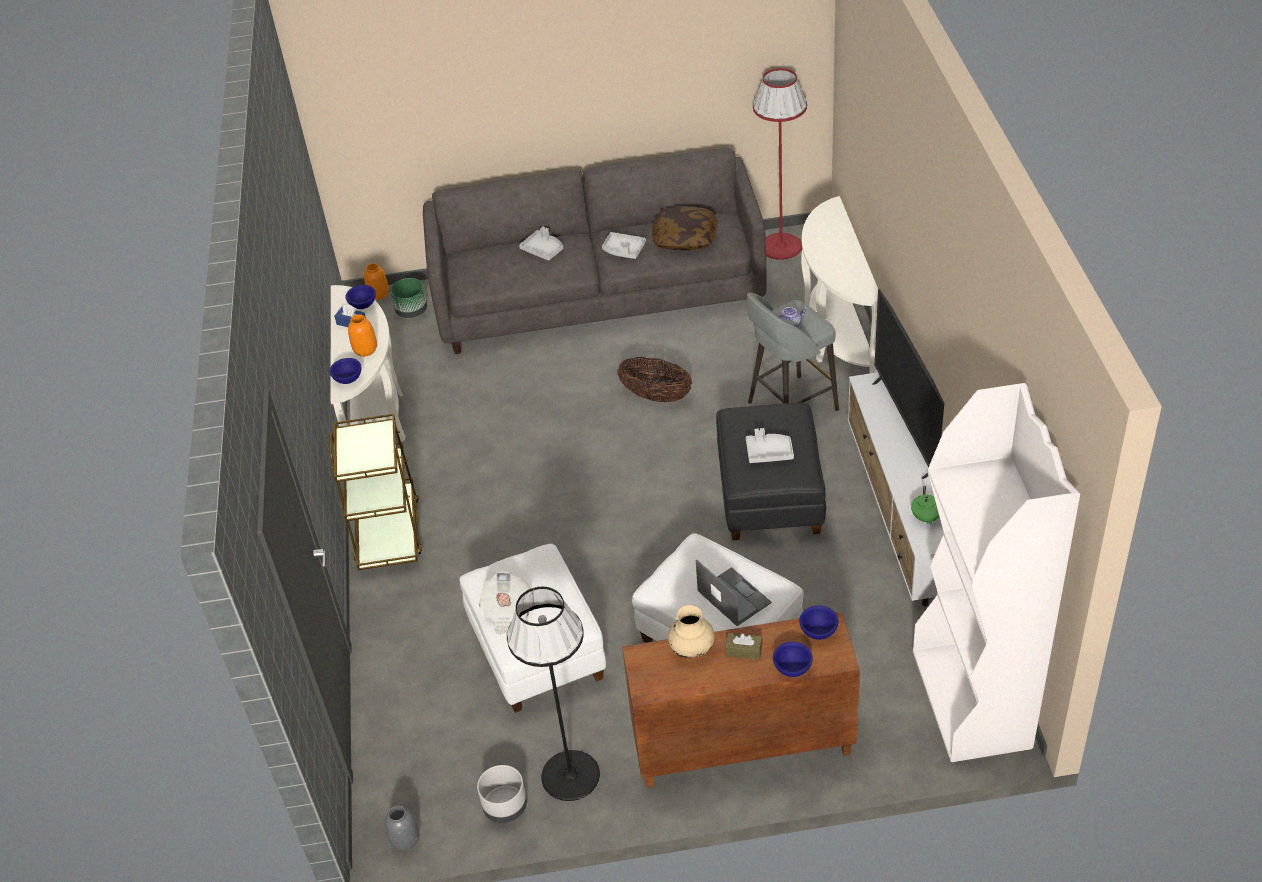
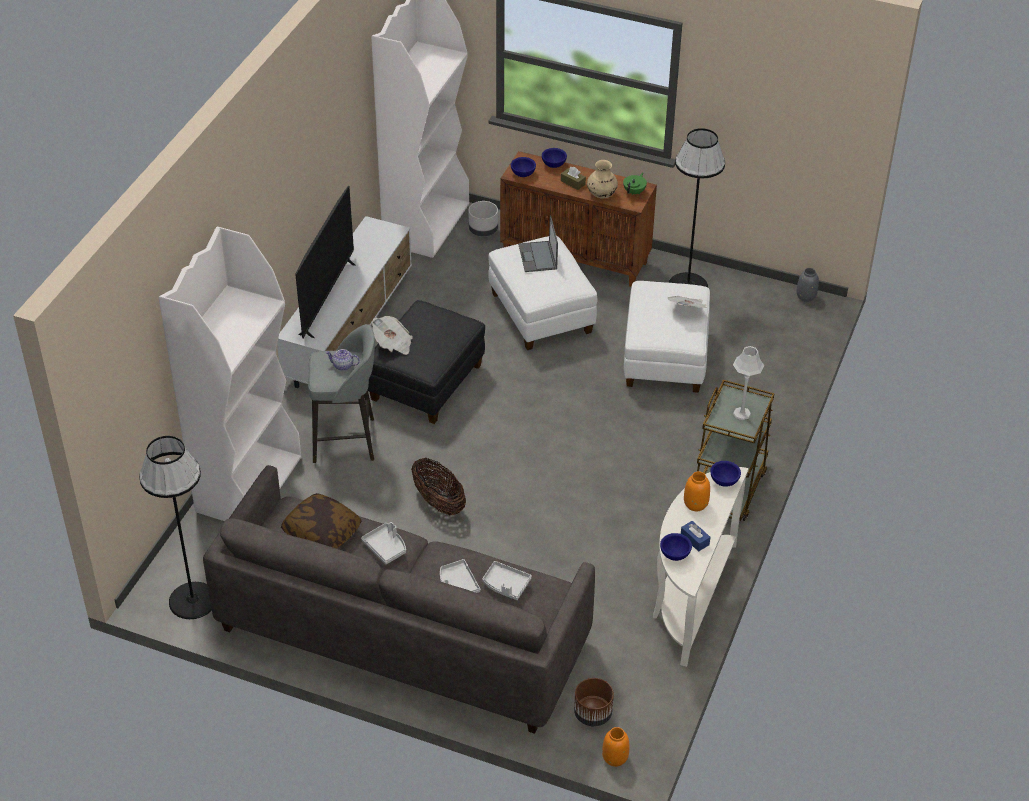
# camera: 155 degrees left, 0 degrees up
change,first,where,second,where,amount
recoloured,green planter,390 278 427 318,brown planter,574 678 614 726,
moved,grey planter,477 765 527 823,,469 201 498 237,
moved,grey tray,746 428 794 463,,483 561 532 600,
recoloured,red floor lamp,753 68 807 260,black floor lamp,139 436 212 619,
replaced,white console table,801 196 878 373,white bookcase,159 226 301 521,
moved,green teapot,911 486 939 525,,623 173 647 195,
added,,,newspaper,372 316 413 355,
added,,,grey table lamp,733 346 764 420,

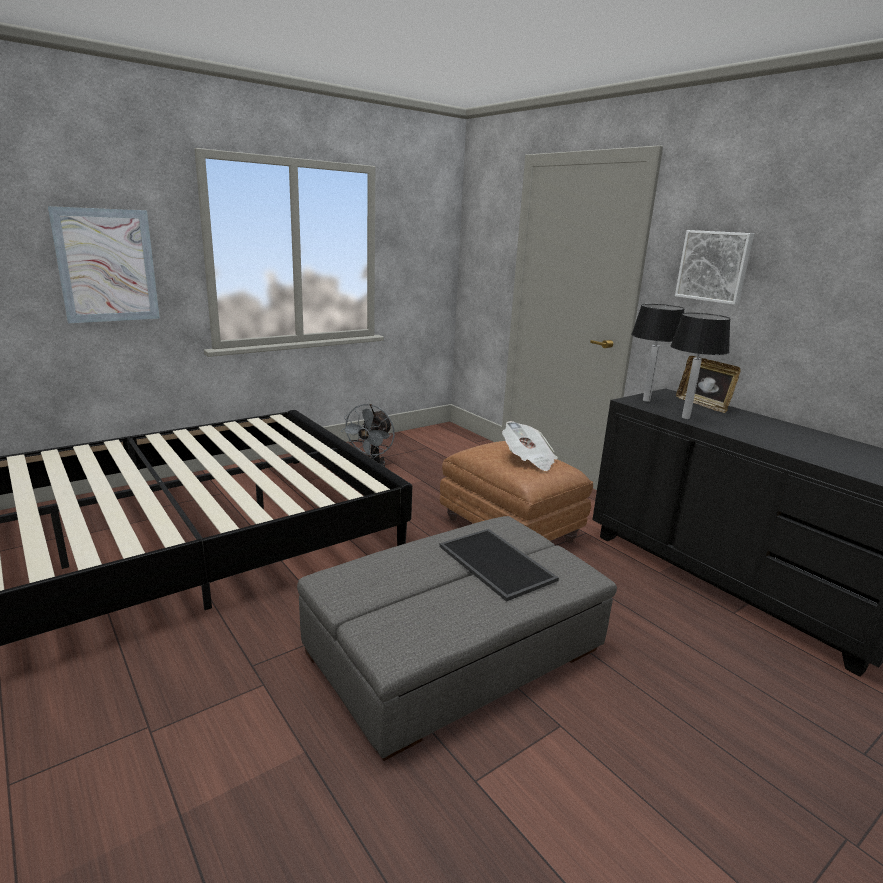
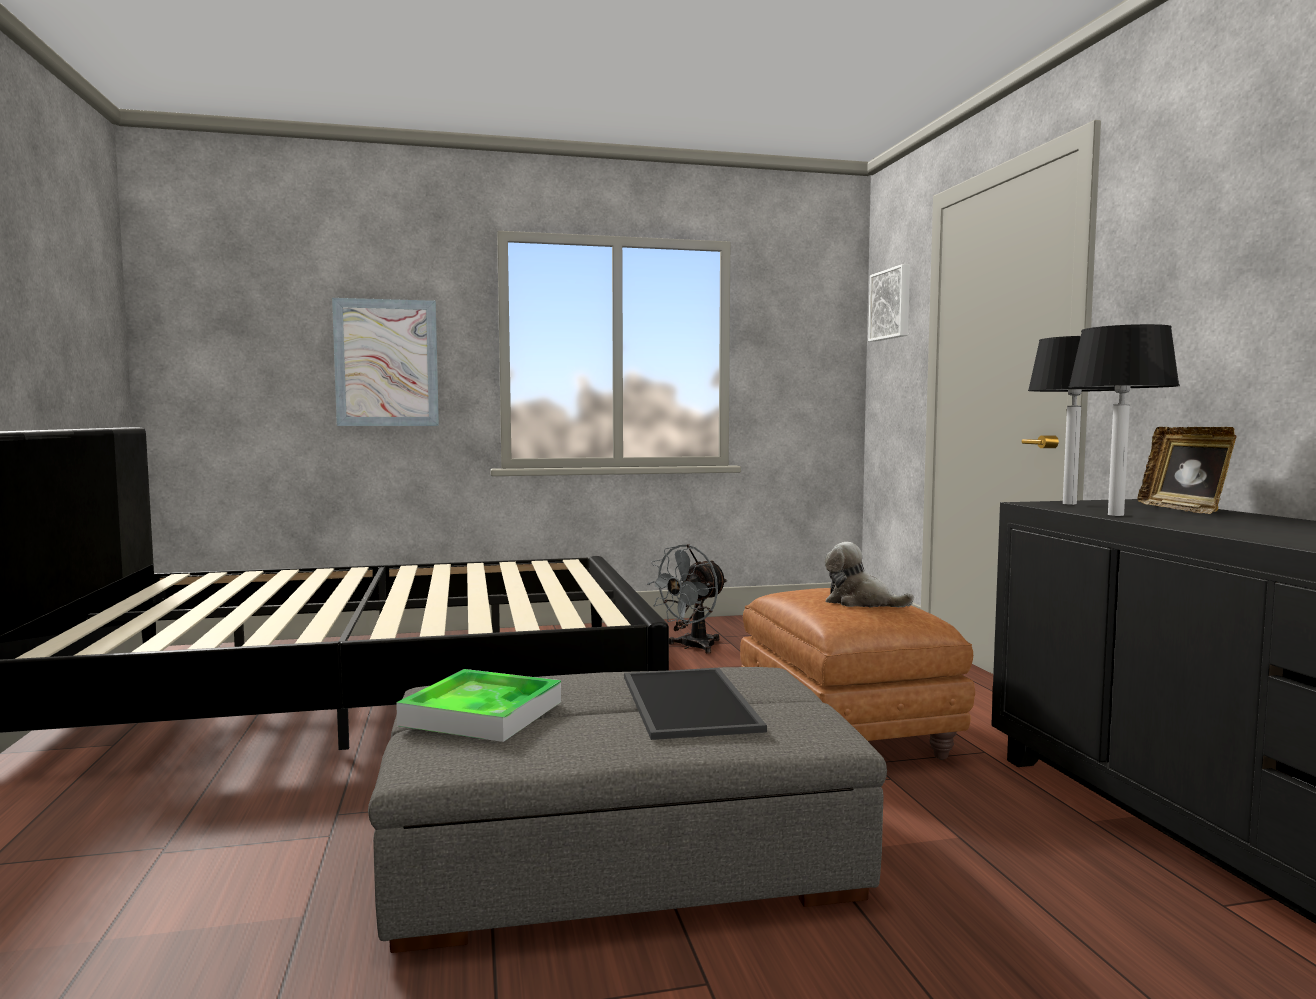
# camera: 25 degrees right, 15 degrees down
change,first,where,second,where,amount
replaced,newspaper,502 421 558 471,plush toy,824 542 914 607,
moved,picture,675 230 754 305,,868 264 910 342,
added,,,tray,396 669 561 742,

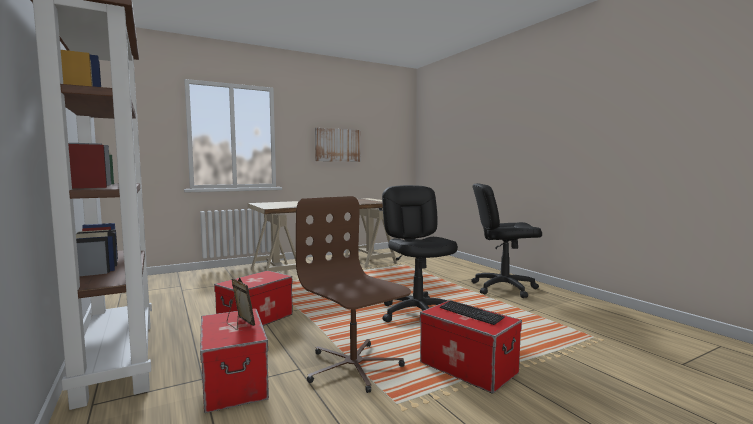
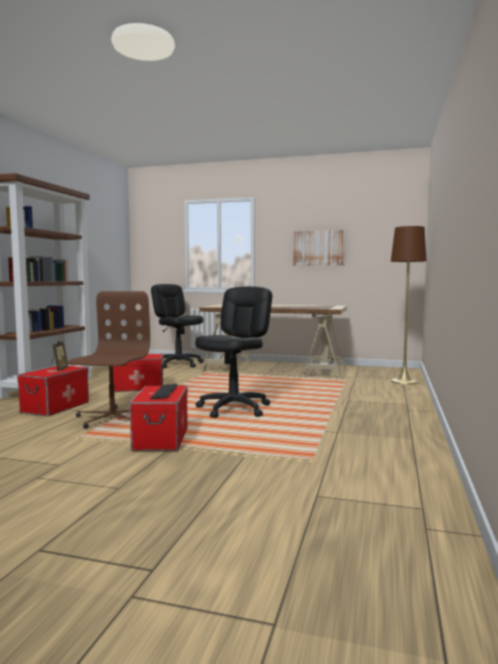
# camera: 45 degrees right, 0 degrees up
change,first,where,second,where,amount
moved,black office chair,471 183 542 298,,151 284 204 368,
added,,,brown floor lamp,391 226 427 385,

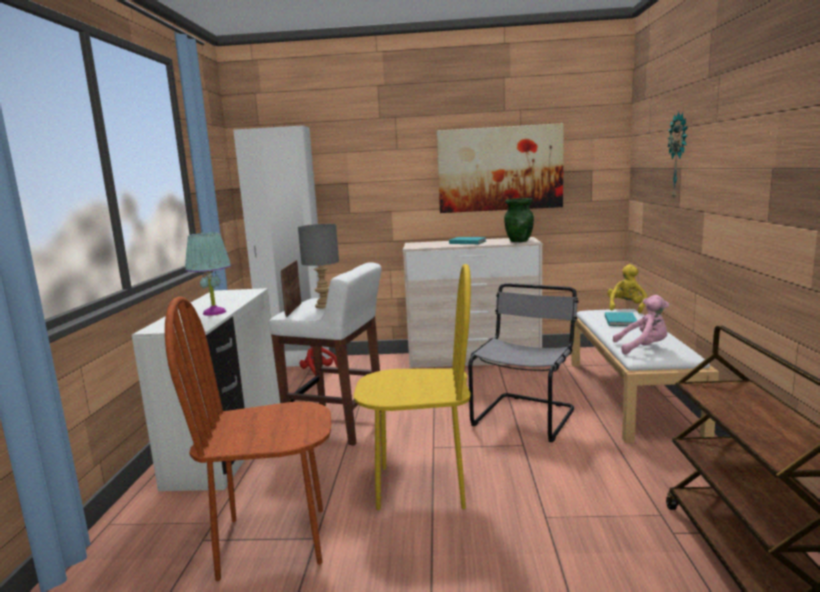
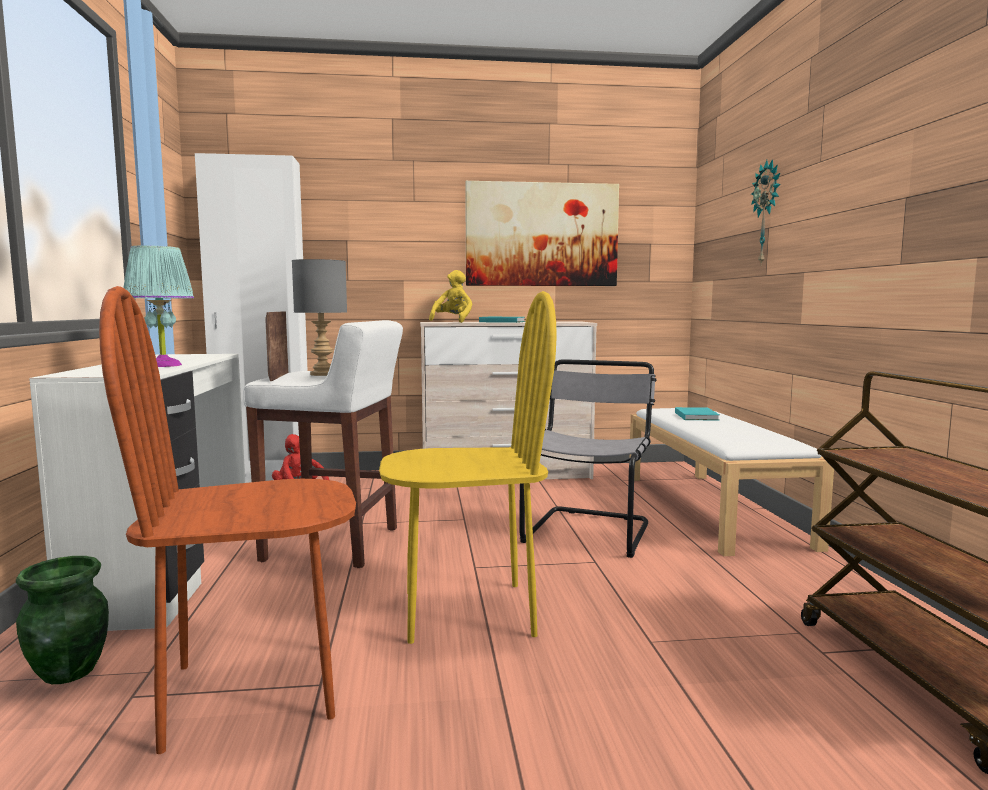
# camera: 10 degrees left, 5 degrees down
change,first,where,second,where,amount
moved,green vase,504 198 534 242,,16 556 109 684,
moved,yellow plush toy,607 264 647 313,,429 270 473 323,
removed,pink plush toy,613 295 669 355,,,

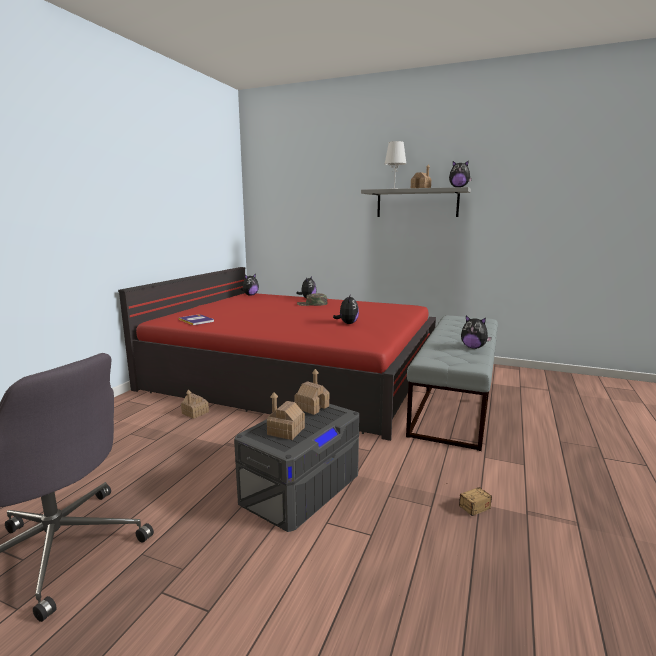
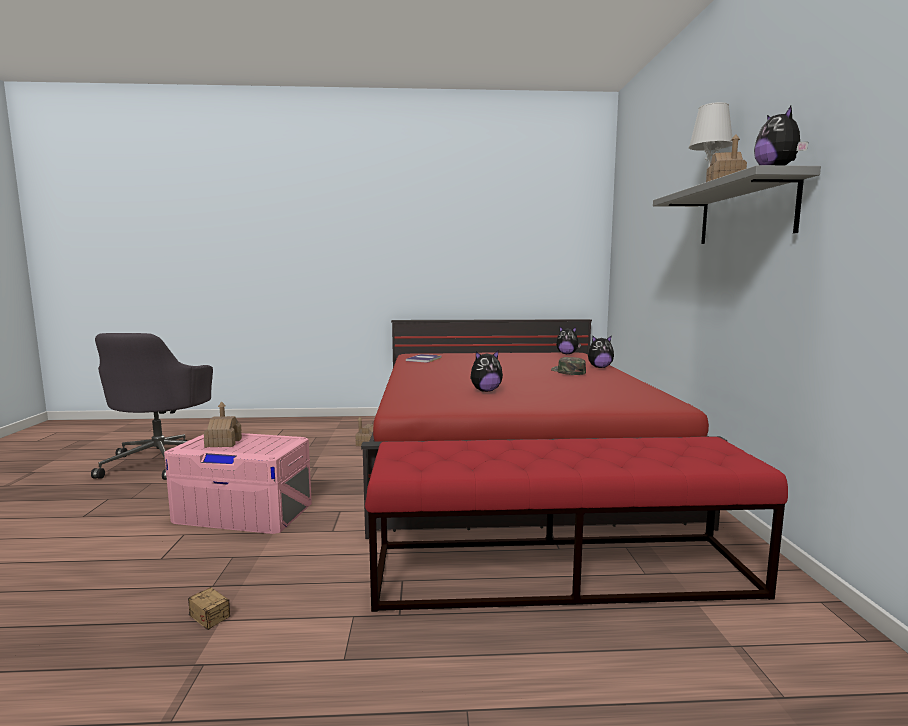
# camera: 65 degrees right, 5 degrees down
change,first,where,second,where,amount
recoloured,grey storage box,234 404 359 532,pink storage box,164 433 312 534,
removed,toy house,294 369 330 415,,,
recoloured,grey bench,406 315 498 451,red bench,365 437 788 612,
removed,plush toy,461 315 492 349,,,

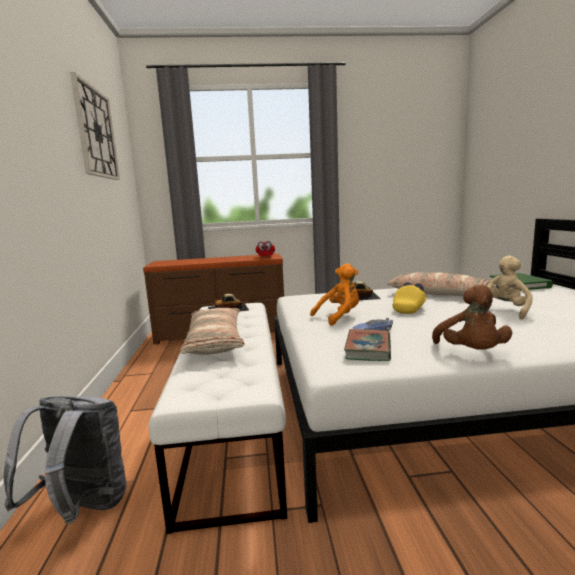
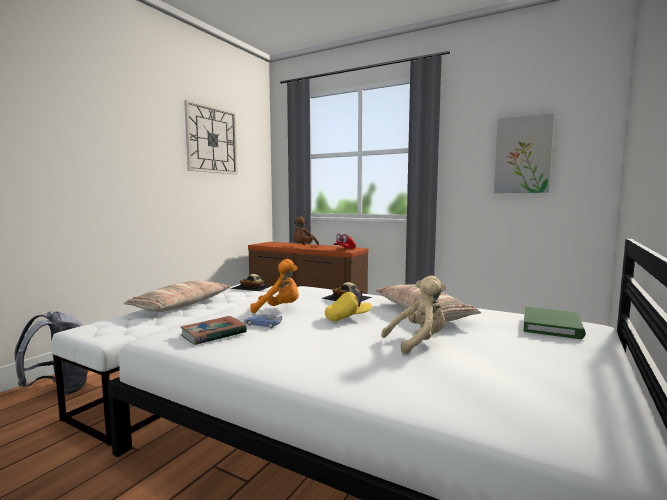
# camera: 35 degrees right, 5 degrees down
change,first,where,second,where,amount
moved,brown plush toy,432 284 512 350,,293 217 319 245,
added,,,picture,494 113 554 193,

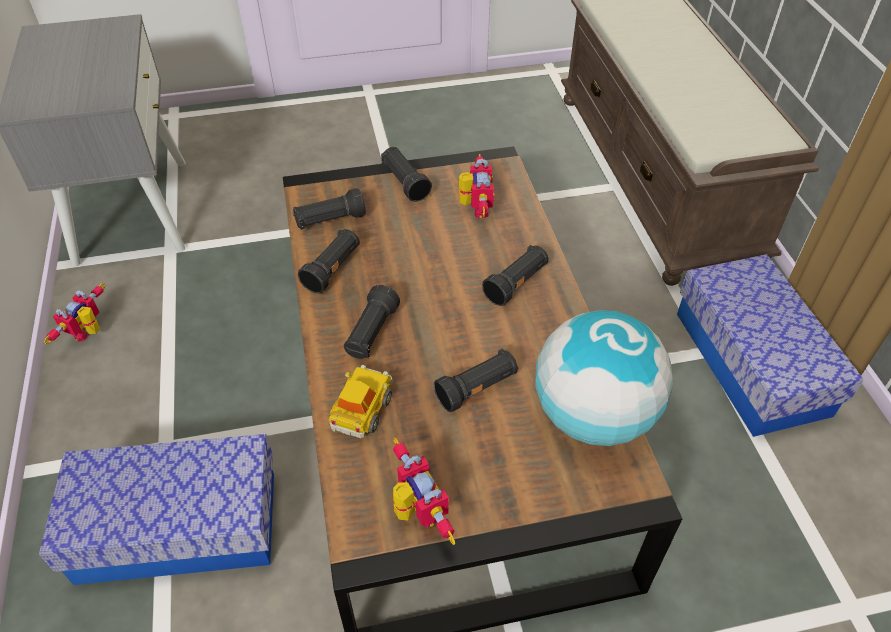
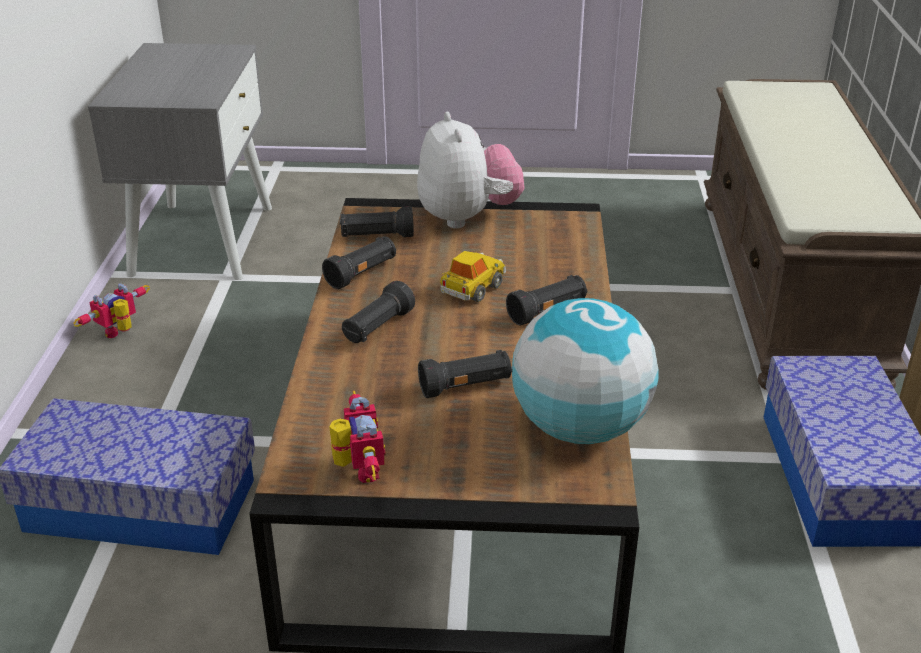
# camera: 15 degrees right, 15 degrees down
change,first,where,second,where,amount
moved,toy car,329 365 393 438,,440 251 506 302,
replaced,black flashlight,381 147 432 202,plush toy,417 112 524 229,
removed,toy robot,459 154 494 218,,,

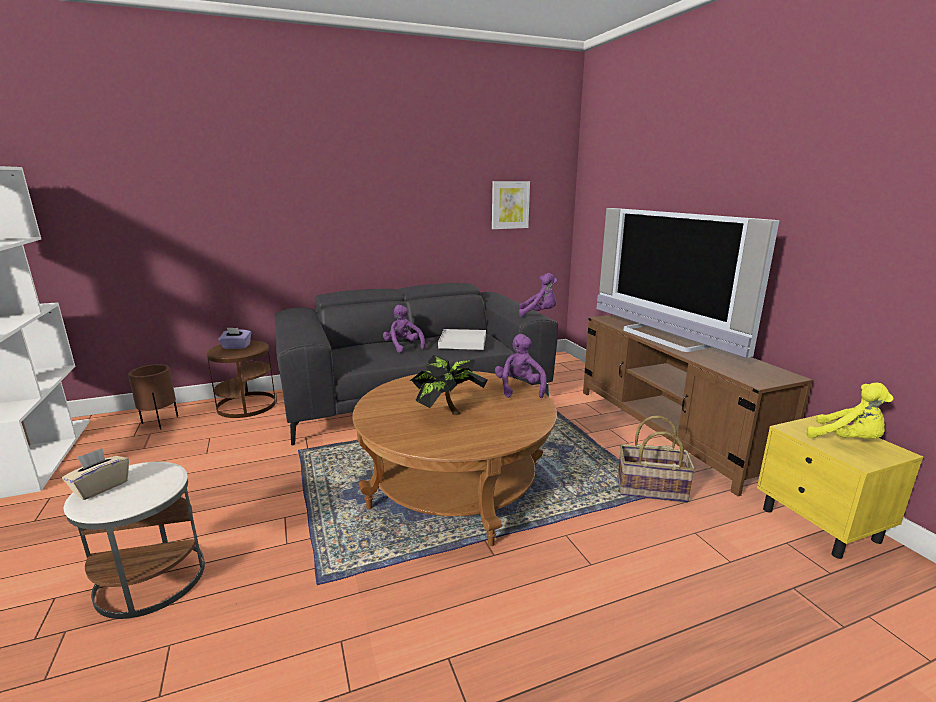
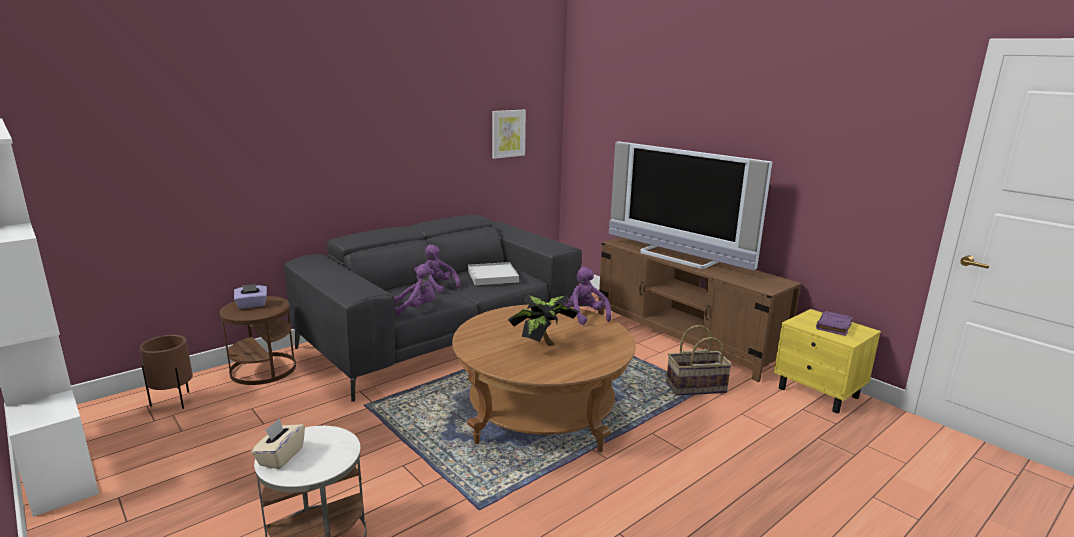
# camera: 20 degrees left, 0 degrees up
change,first,where,second,where,amount
moved,purple plush toy,519 273 557 317,,394 264 435 316,
replaced,yellow plush toy,807 383 894 439,purple book,816 311 853 336,

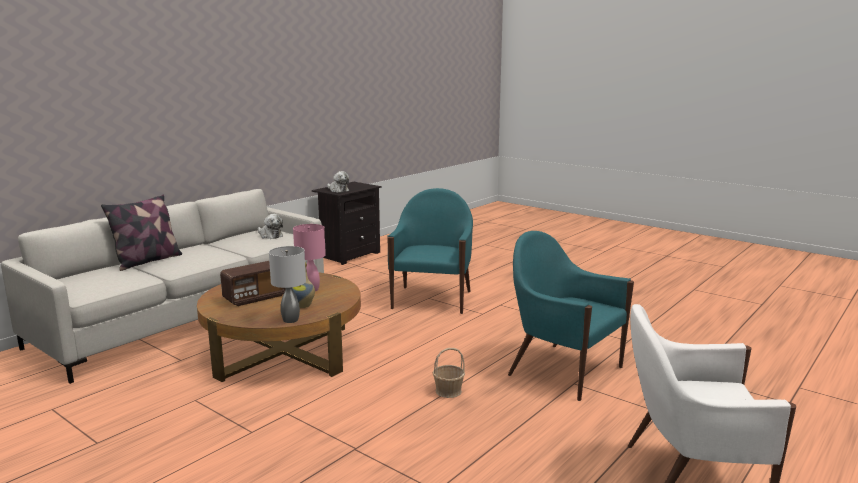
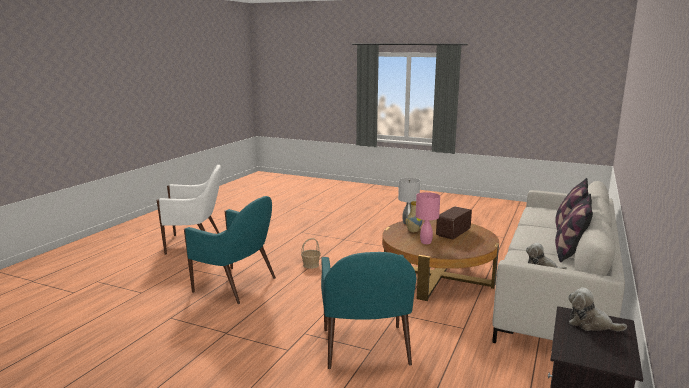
# camera: 165 degrees right, 0 degrees up
change,first,where,second,where,amount
added,,,pillow,555 194 593 262,

